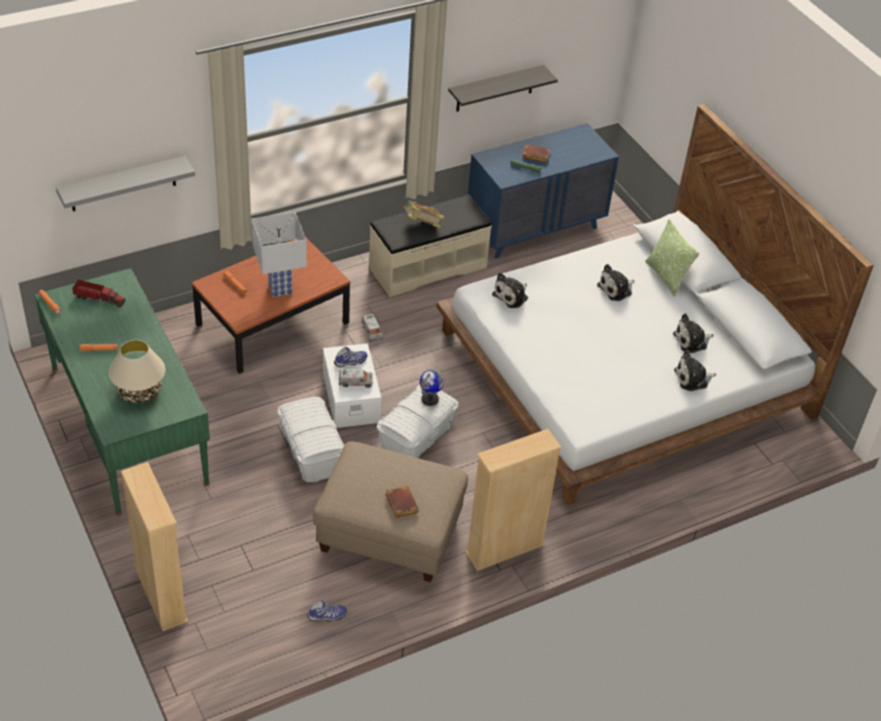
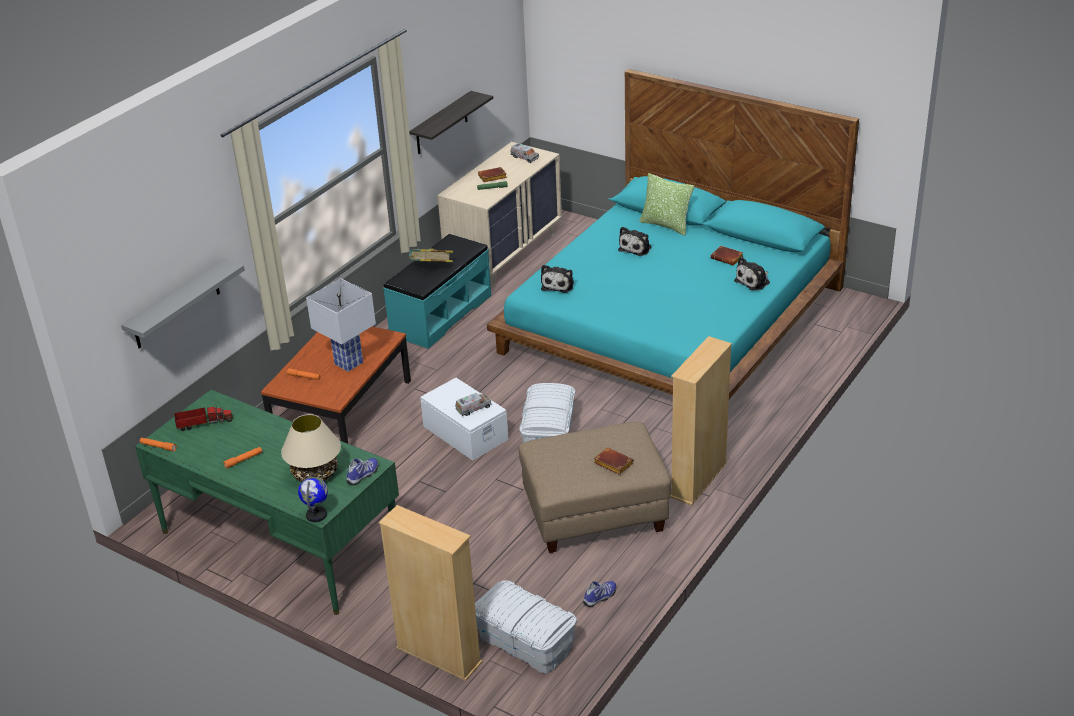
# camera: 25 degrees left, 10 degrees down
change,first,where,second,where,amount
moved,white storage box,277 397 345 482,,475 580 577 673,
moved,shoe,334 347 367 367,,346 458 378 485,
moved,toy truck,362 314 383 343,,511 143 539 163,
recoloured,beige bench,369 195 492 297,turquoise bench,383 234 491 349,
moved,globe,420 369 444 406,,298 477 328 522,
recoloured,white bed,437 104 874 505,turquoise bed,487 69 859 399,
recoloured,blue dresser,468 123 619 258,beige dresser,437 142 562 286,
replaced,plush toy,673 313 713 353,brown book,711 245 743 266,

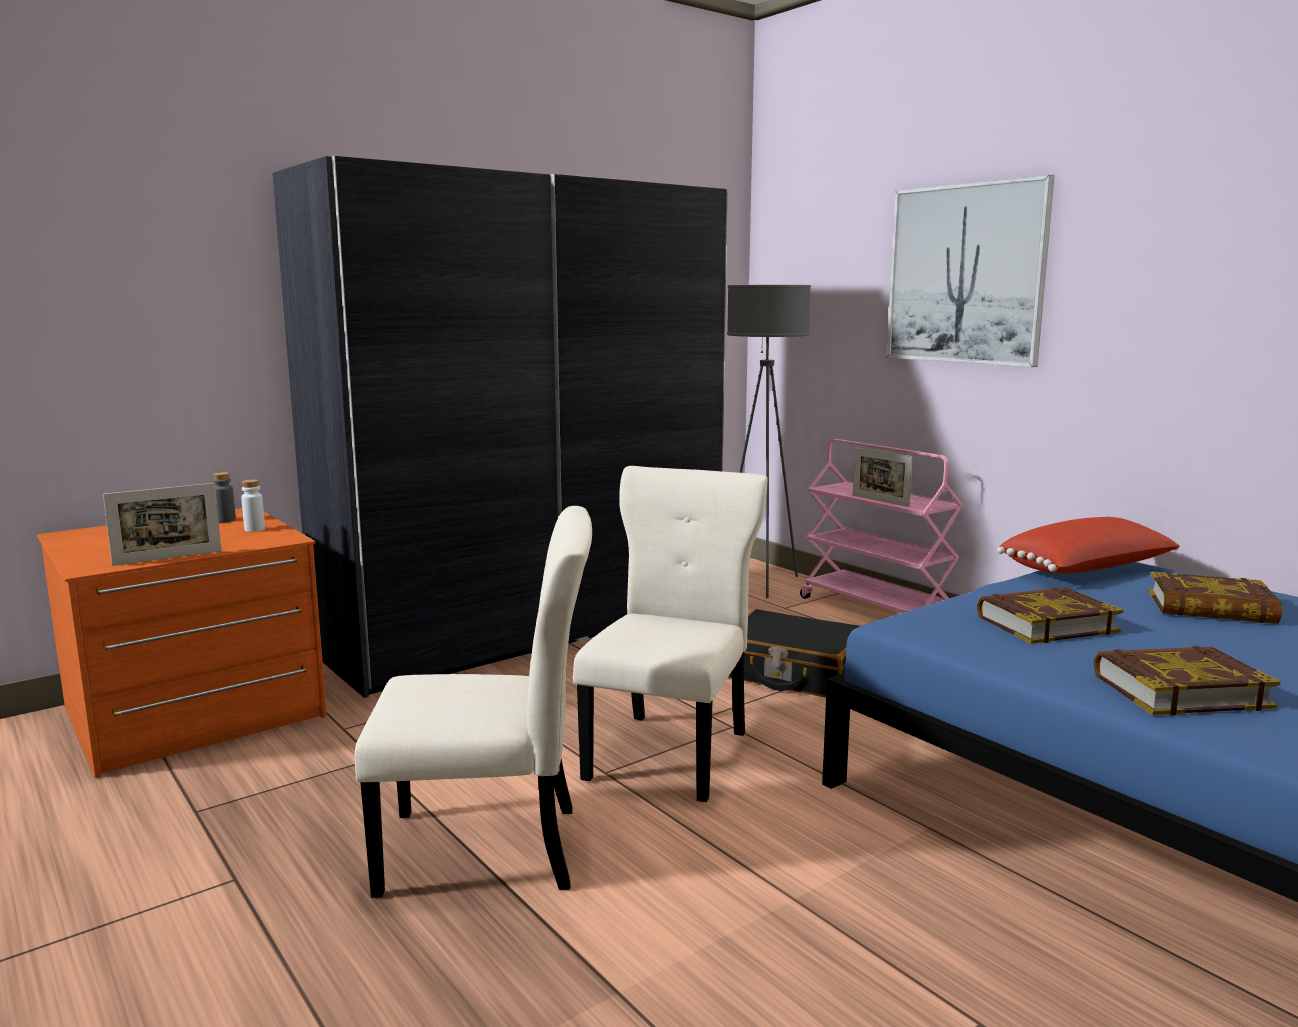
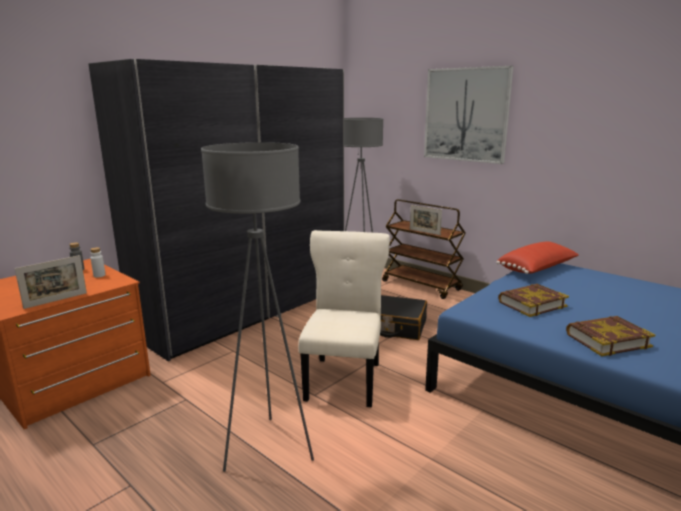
# camera: 10 degrees left, 5 degrees up
change,first,where,second,where,amount
replaced,beige chair,355 506 592 898,grey floor lamp,201 142 314 472,
recoloured,pink cart,800 439 963 613,brown cart,382 199 466 299,
removed,book,1149 572 1282 624,,,

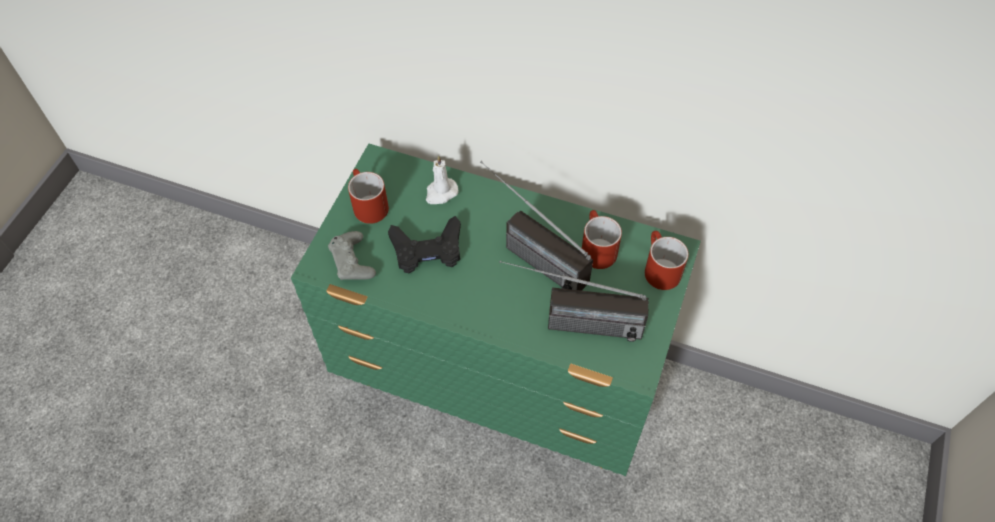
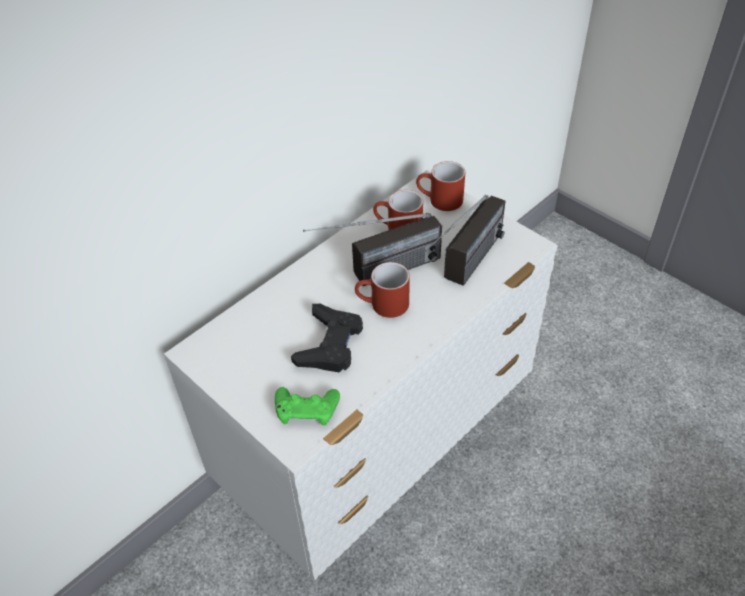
# camera: 65 degrees left, 10 degrees down
change,first,where,second,where,amount
recoloured,green dresser,291 144 701 476,white dresser,164 170 558 580,
recoloured,grey game controller,328 231 376 280,green game controller,275 387 340 426,
moved,red mug,348 169 389 224,,355 262 410 318,
removed,white candle,426 155 458 204,,,

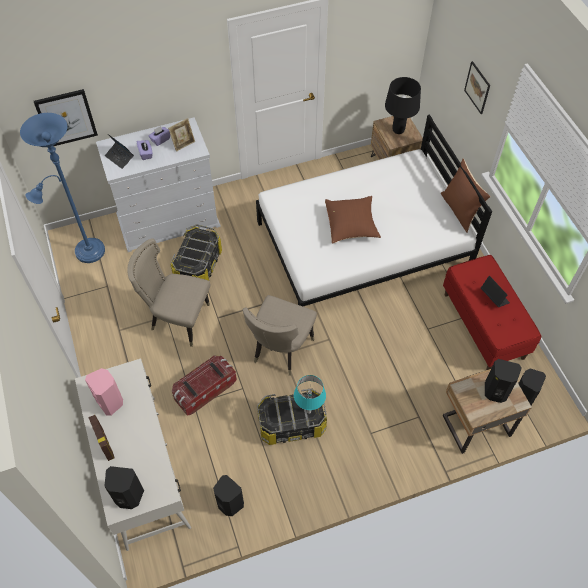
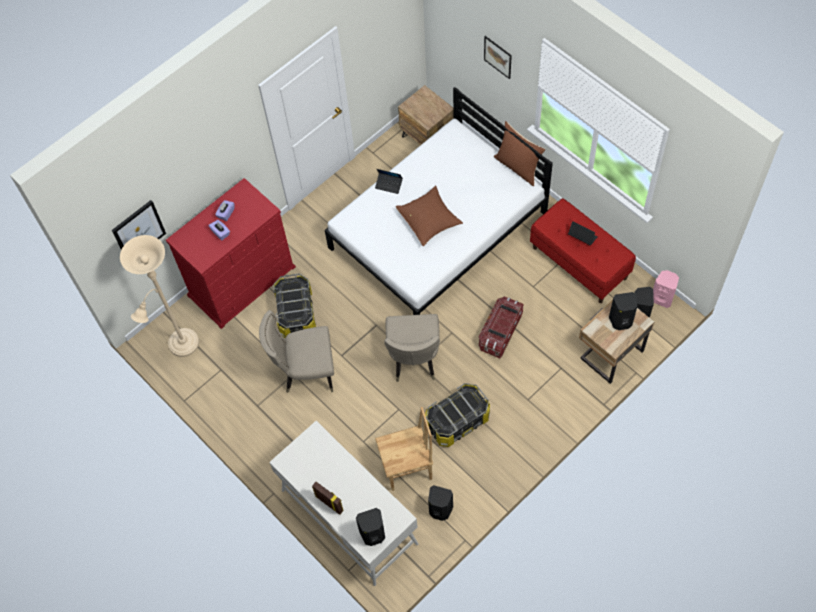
# camera: 20 degrees left, 5 degrees up
change,first,where,second,where,amount
recoloured,blue floor lamp,20 113 105 263,beige floor lamp,120 235 199 357,
moved,pink speaker,85 368 123 416,,653 270 679 308,
recoloured,white dresser,96 117 221 252,red dresser,166 178 296 329,
moved,laptop,105 134 134 169,,375 169 403 194,
removed,picture frame,168 118 195 152,,,
moved,storage box,172 355 237 416,,479 296 524 358,
removed,turquoise table lamp,294 375 326 414,,,
removed,black table lamp,385 77 421 134,,,
added,,,brown chair,375 407 433 491,

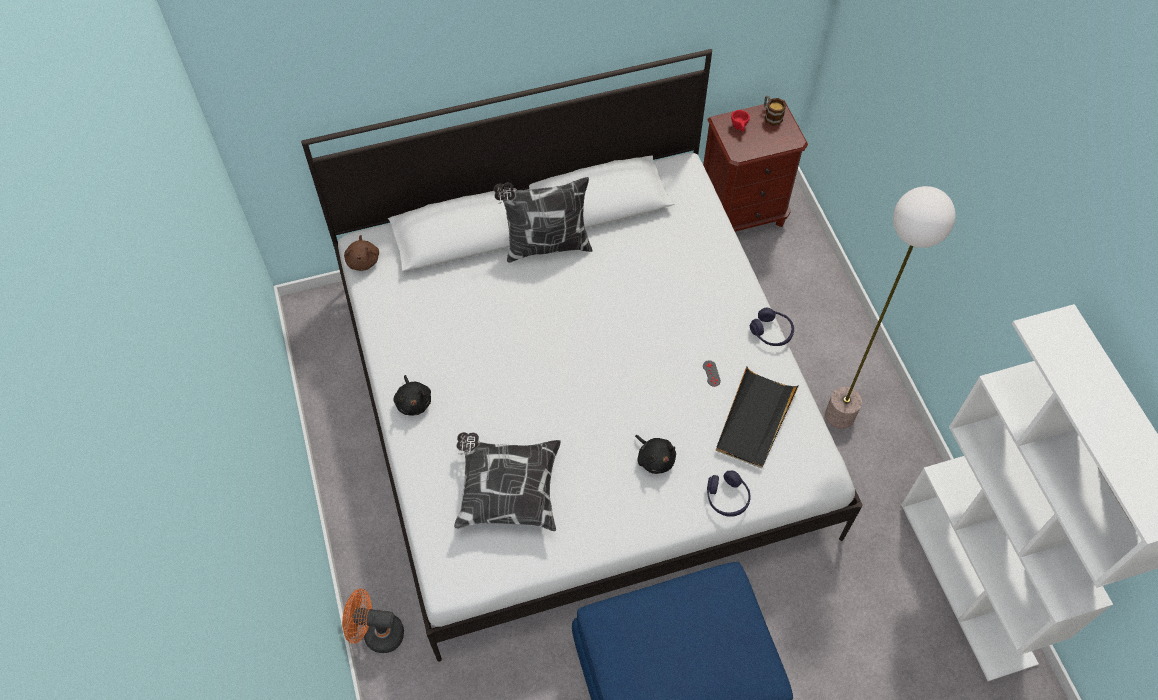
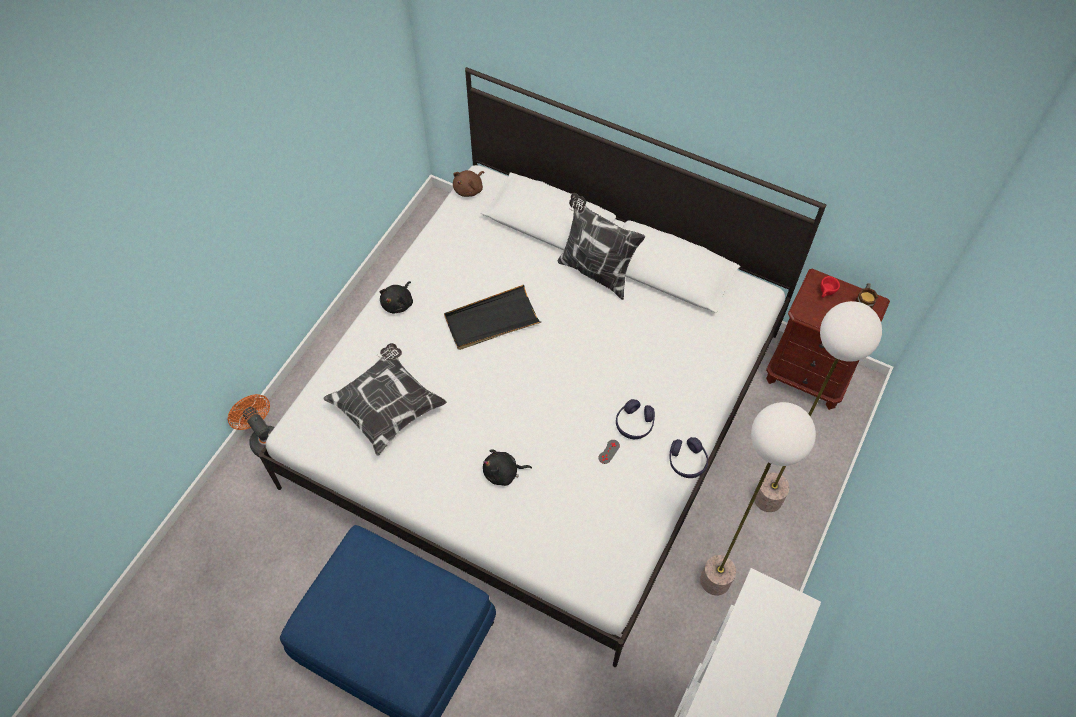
# camera: 45 degrees right, 0 degrees up
change,first,where,second,where,amount
turned,black plush toy,635 435 676 474,,483 449 532 486,75 degrees clockwise
moved,purple headphones,707 470 751 517,,616 399 655 439,
moved,black tray,716 366 799 469,,444 285 541 350,
added,,,floor lamp,754 301 882 512,

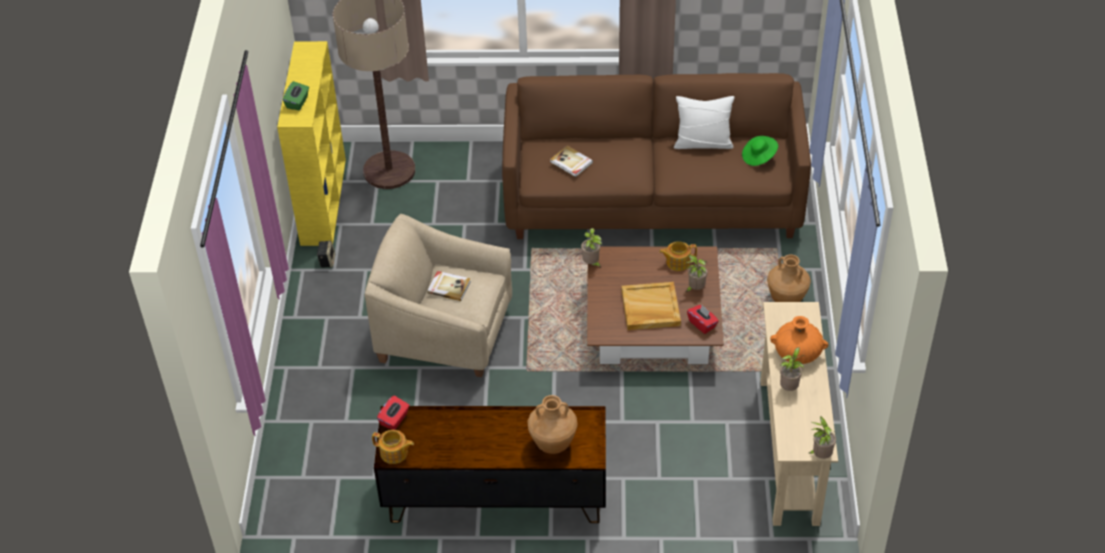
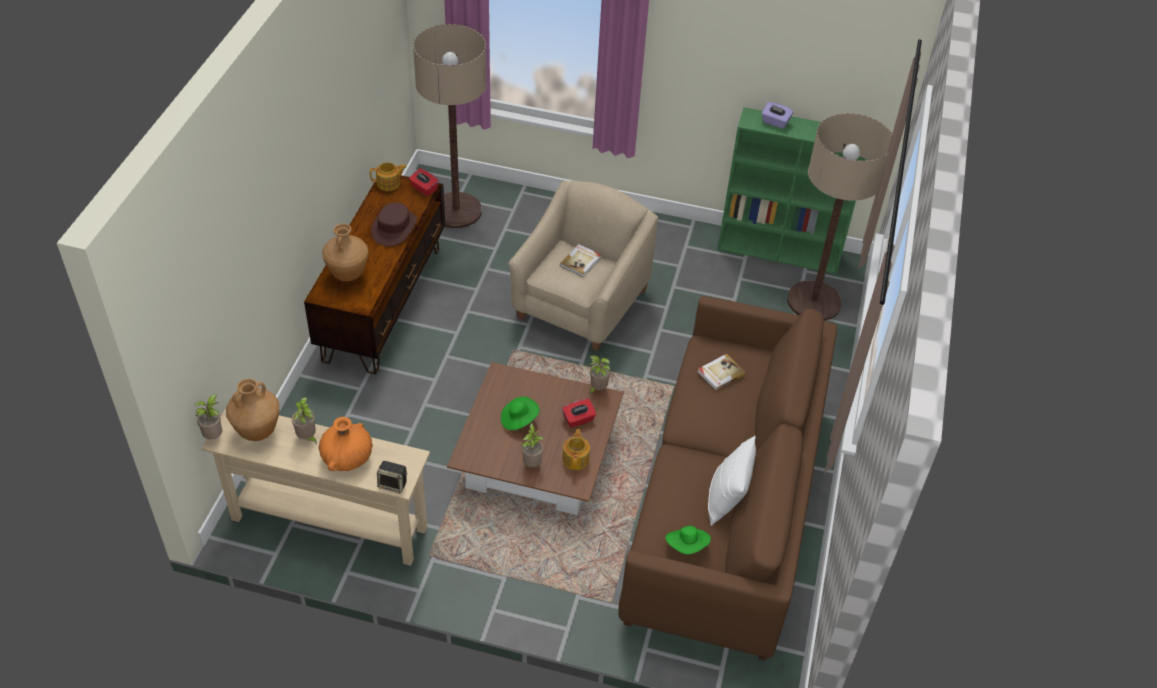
# camera: 100 degrees right, 0 degrees up
change,first,where,second,where,amount
recoloured,yellow bookcase,277 41 346 246,green bookcase,718 107 867 274,
recoloured,green tissue box,283 81 309 110,purple tissue box,761 102 793 129,
moved,speaker,317 240 335 268,,377 461 407 494,
turned,teapot,372 430 414 464,,370 162 407 191,135 degrees counterclockwise
replaced,beige tray,621 282 681 330,green hat,501 396 539 430,
moved,red tissue box,687 305 719 334,,562 399 596 428,
moved,brown vase,767 254 811 302,,226 378 280 441,
added,,,brown hat,371 202 417 246,
added,,,floor lamp,413 24 487 228,

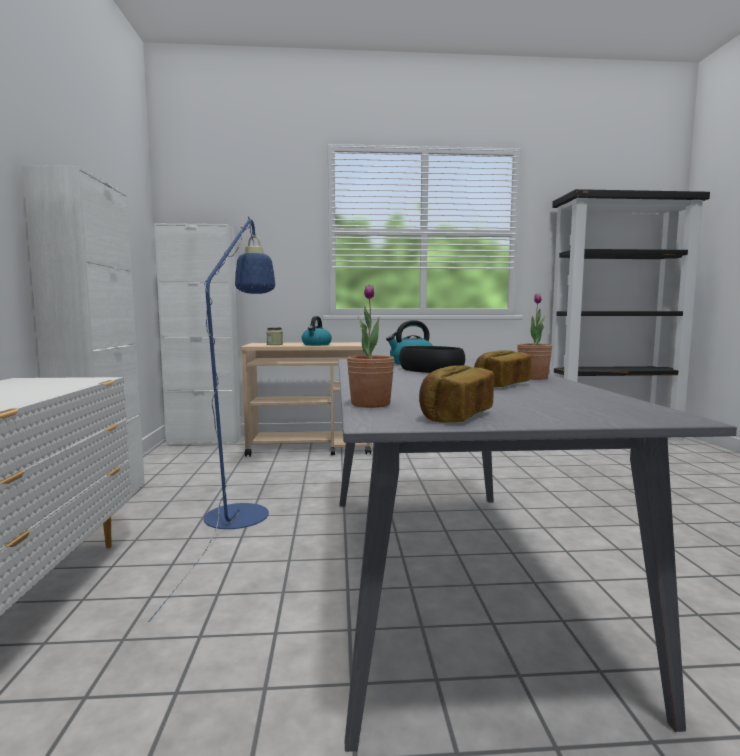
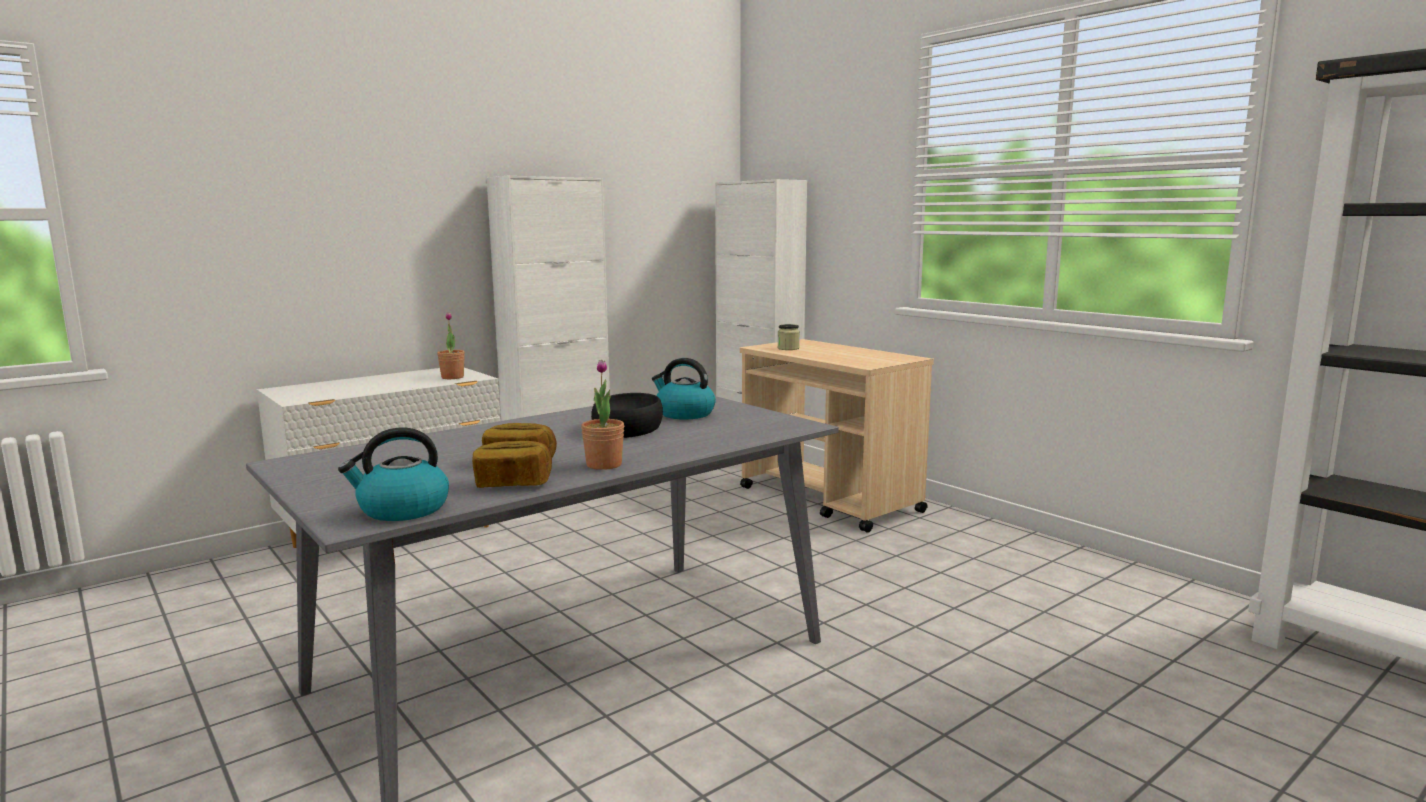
# camera: 55 degrees right, 5 degrees up
change,first,where,second,where,amount
removed,blue floor lamp,148 216 275 622,,,
moved,kettle,302 316 332 346,,338 427 449 521,
moved,potted plant,347 284 394 408,,437 312 465 379,
moved,bread,419 365 494 423,,472 441 552 488,

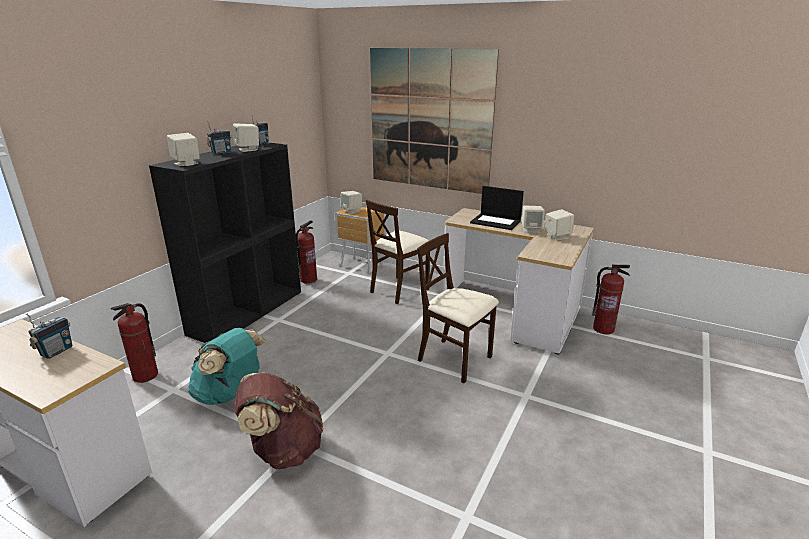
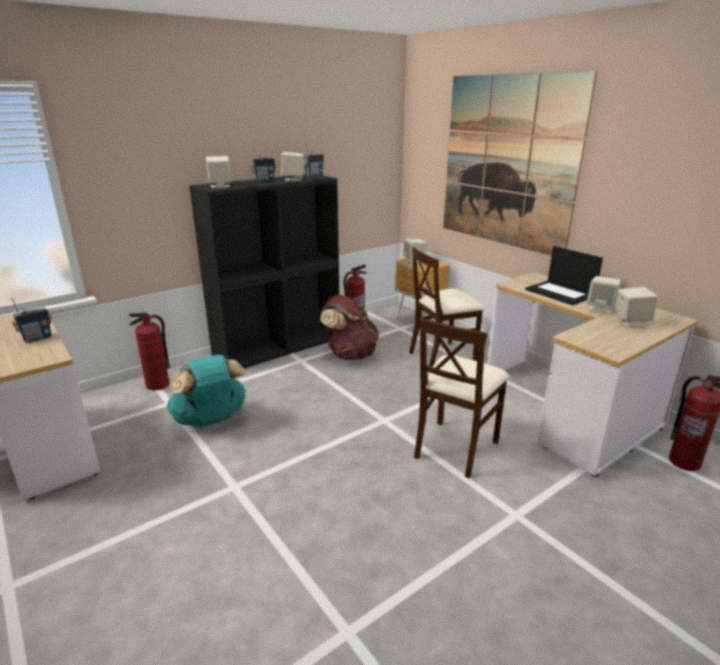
# camera: 25 degrees right, 0 degrees up
change,first,where,second,where,amount
moved,brown backpack,235 372 323 469,,320 295 379 360,
turned,beige chair,417 233 499 383,,414 318 509 478,120 degrees counterclockwise

